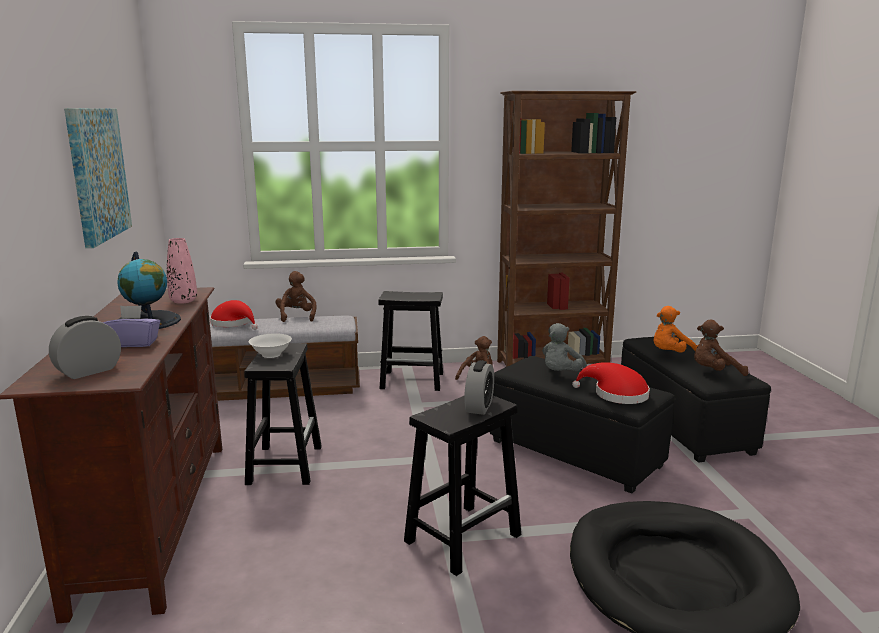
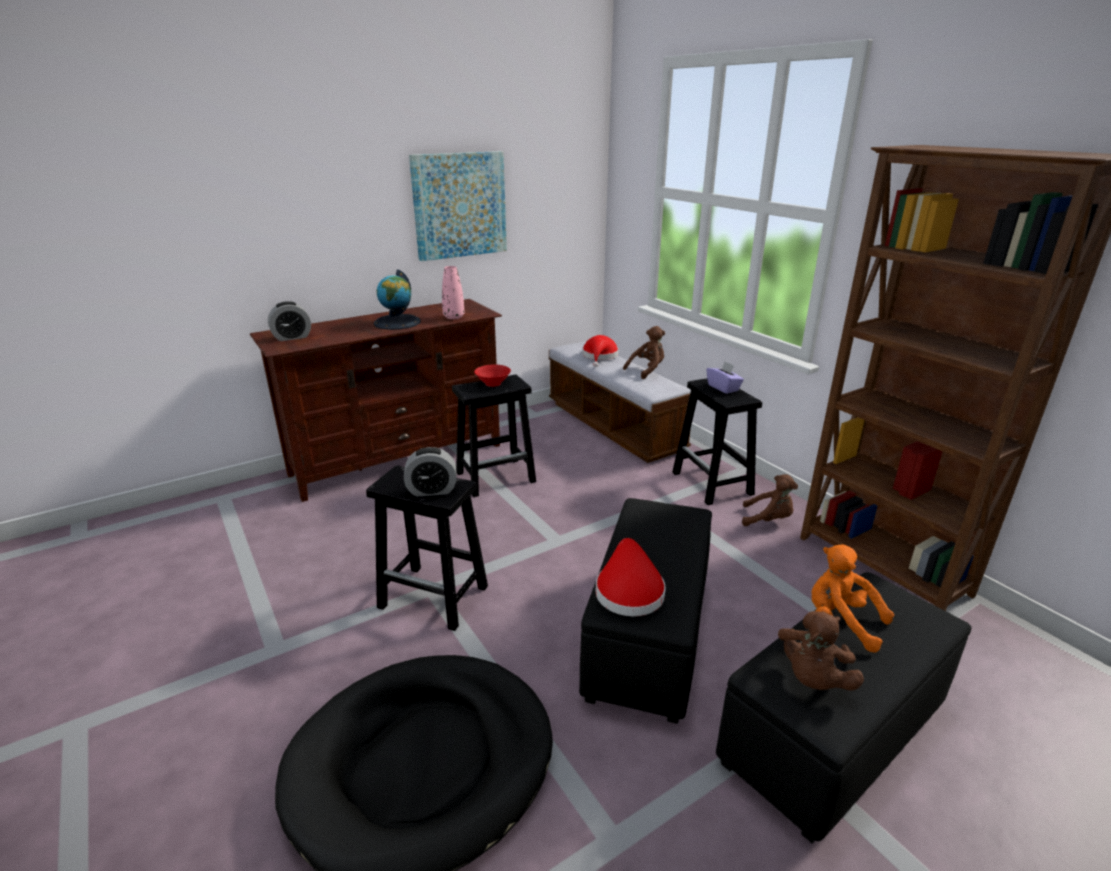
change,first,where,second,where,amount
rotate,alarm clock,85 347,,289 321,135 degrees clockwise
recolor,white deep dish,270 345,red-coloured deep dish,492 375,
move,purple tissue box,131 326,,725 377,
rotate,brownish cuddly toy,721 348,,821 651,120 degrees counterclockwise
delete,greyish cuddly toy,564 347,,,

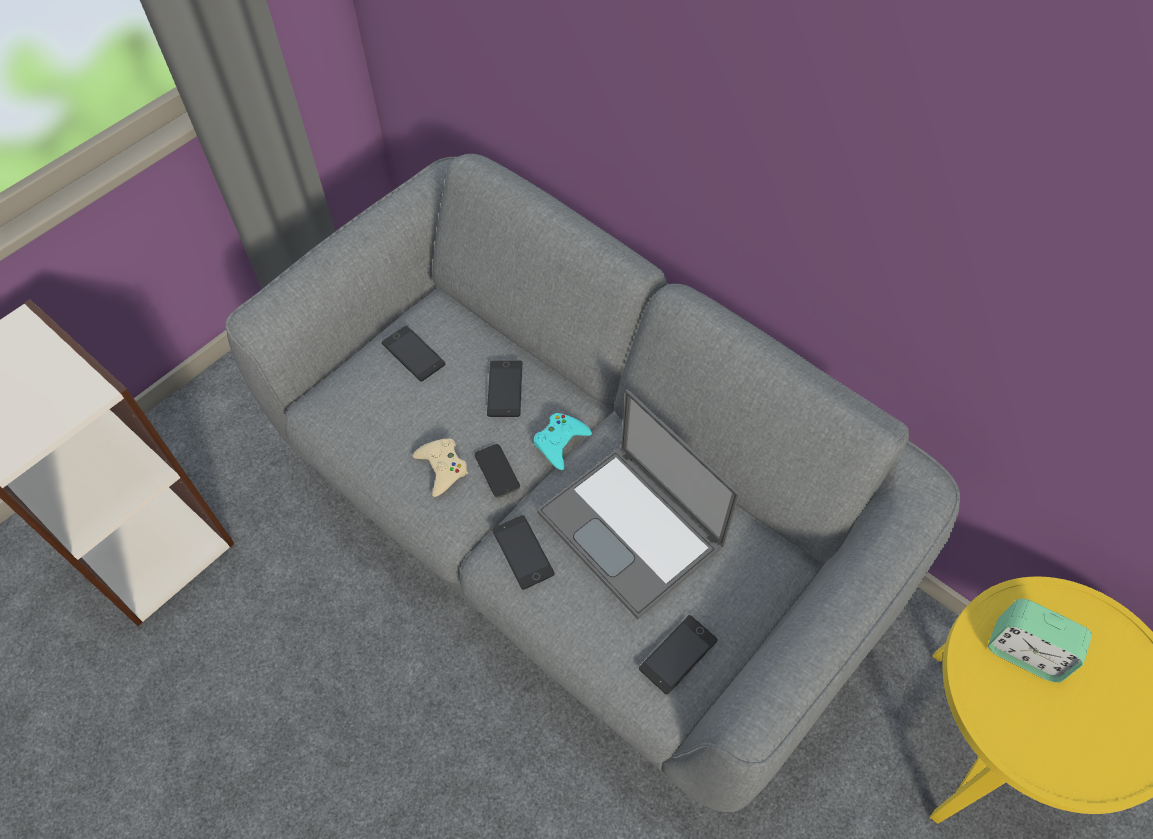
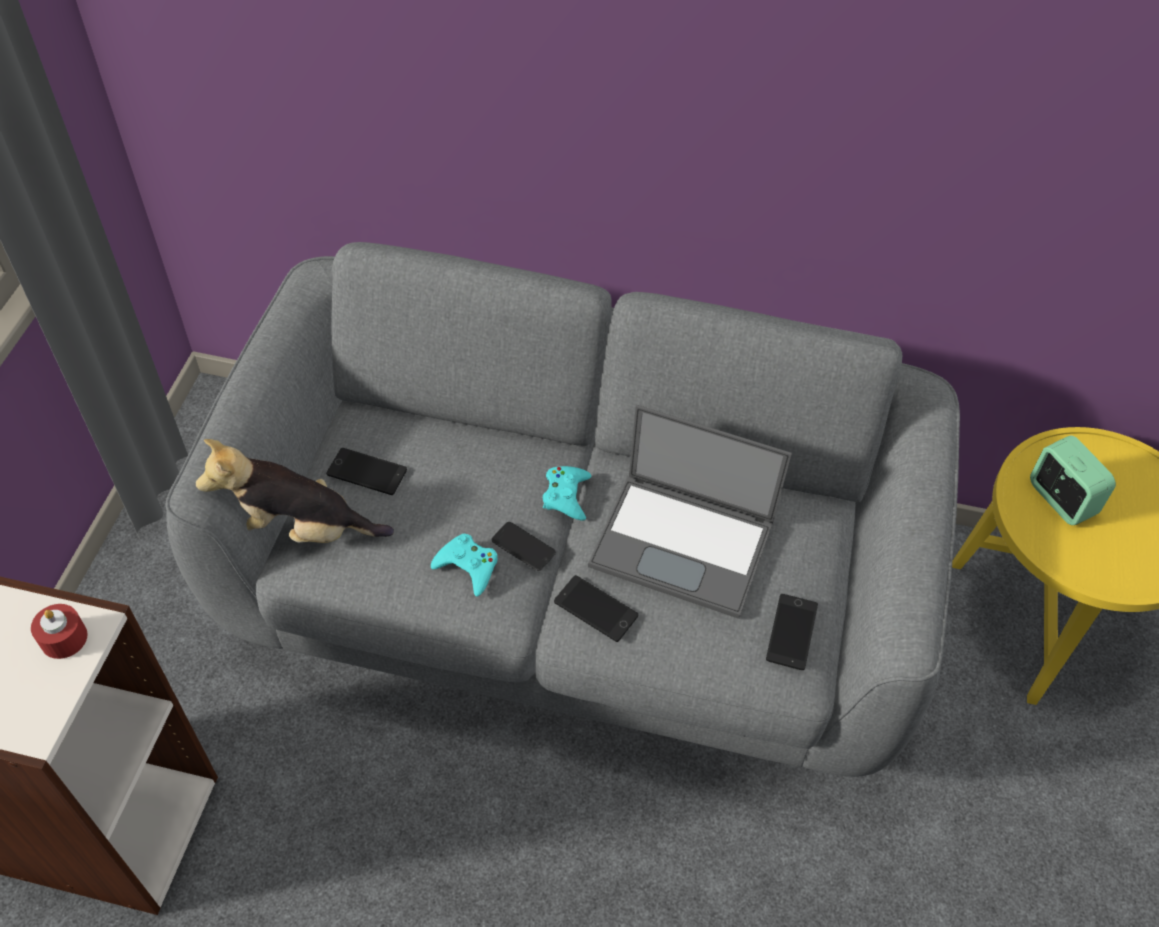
change,first,where,second,where,amount
insert,,,red-coloured wax light,59 631,
insert,,,cuddly toy,295 491,
recolor,beige gamepad,440 467,turquoise-coloured gamepad,464 565,
rotate,alarm clock,1040 641,,1073 480,120 degrees counterclockwise
delete,handset,504 388,,,

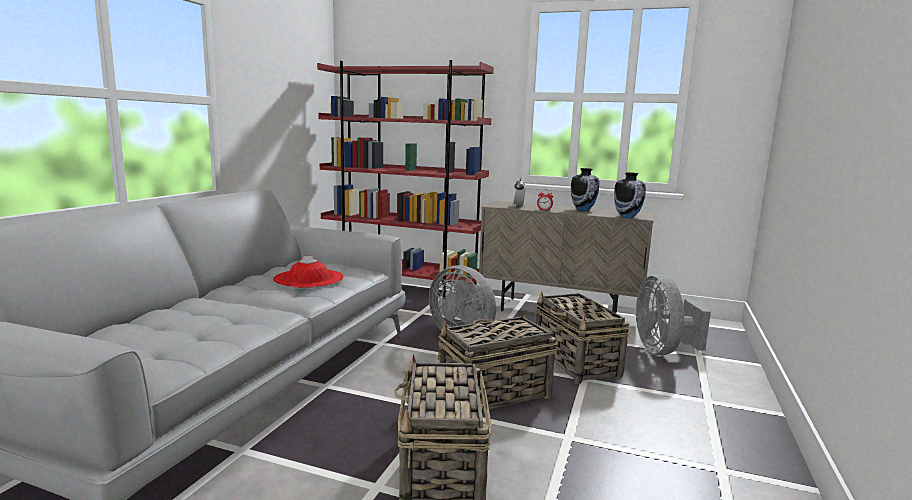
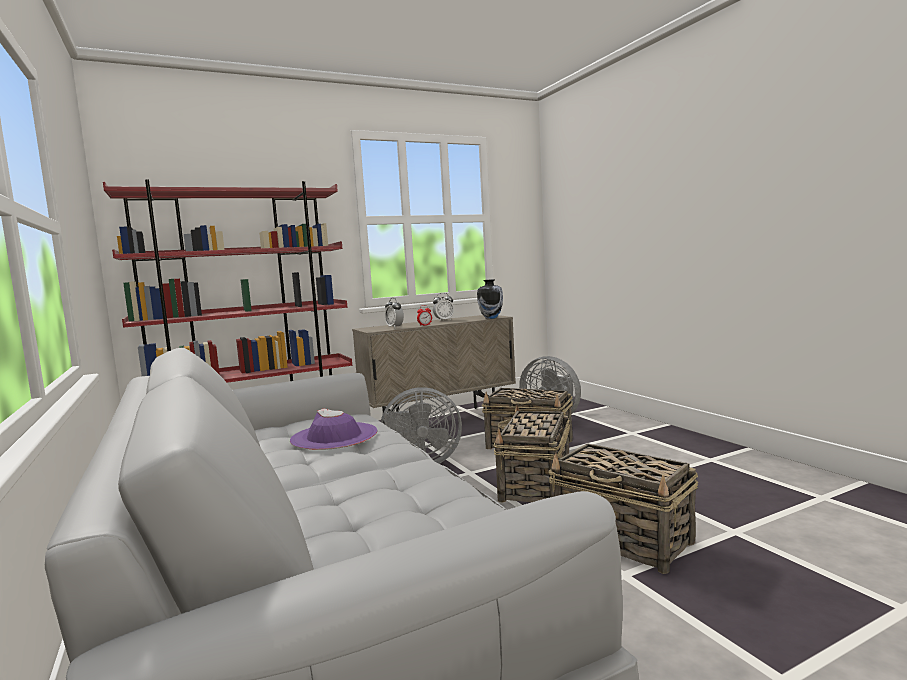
change,first,where,second,where,amount
recolor,red-coloured hat,308 272,purple hat,334 429,
replace,vase,585 189,alarm clock,443 306,

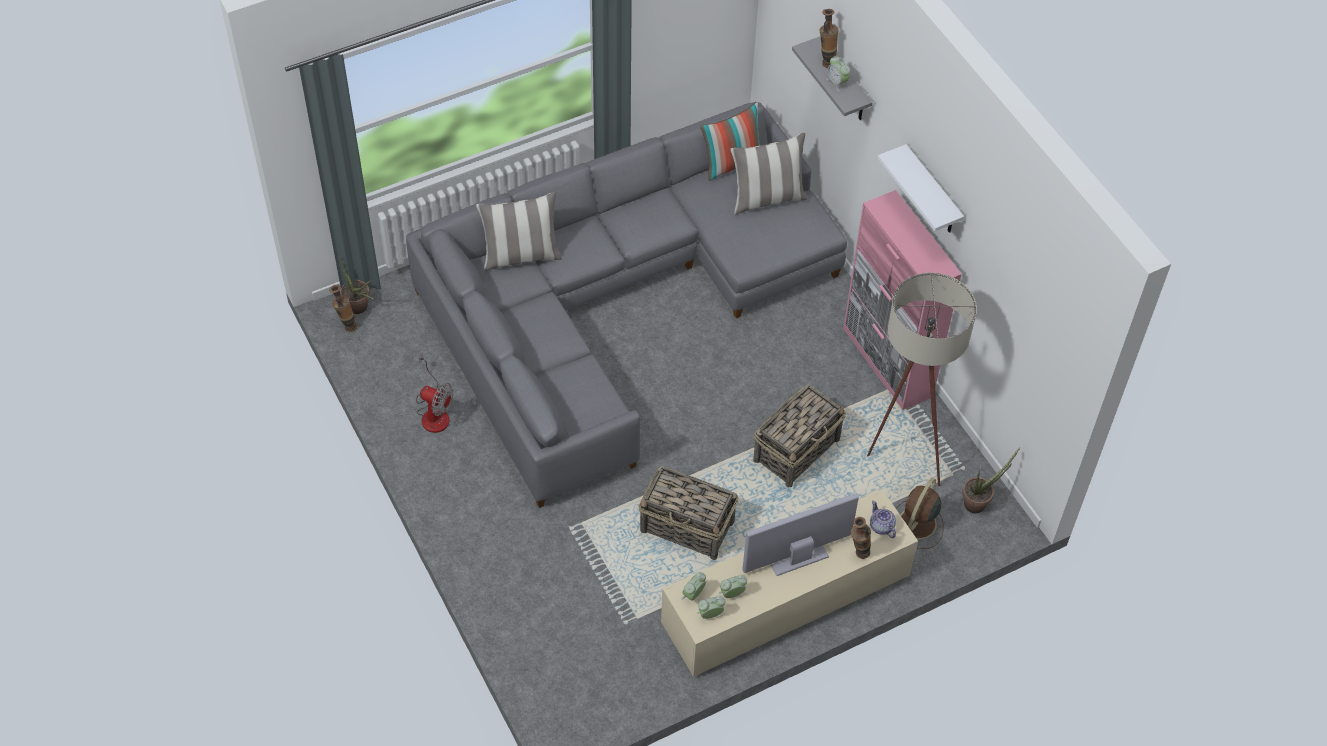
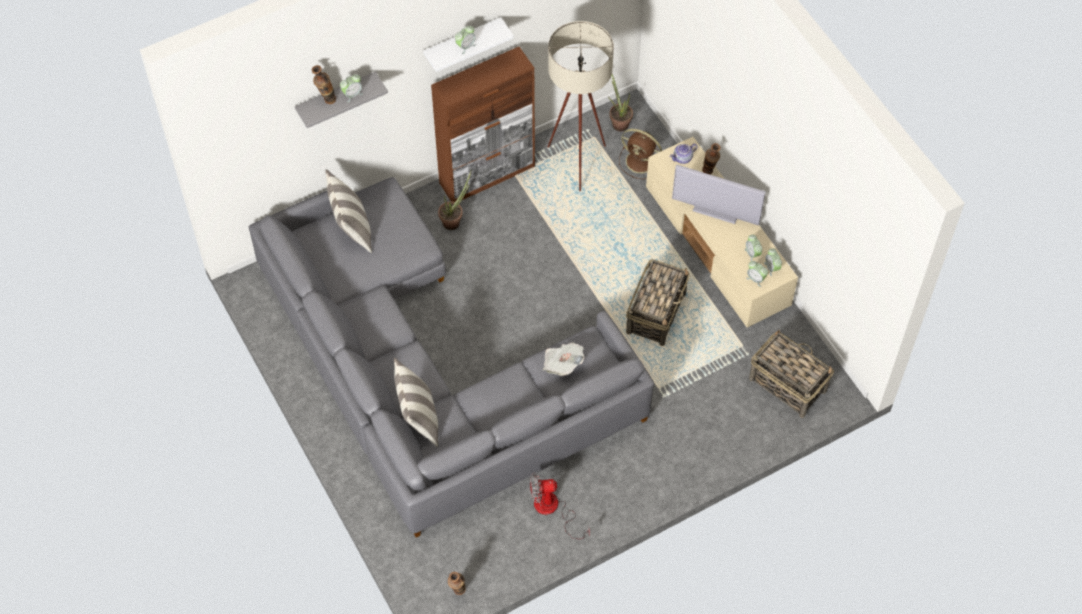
change,first,where,second,where,amount
recolor,pink cupboard,902 300,brownish cupboard,483 124,
move,houseplant,356 286,,454 200,
insert,,,alarm clock,465 40,
rotate,cooling fan,434 392,,560 505,120 degrees counterclockwise
insert,,,printed paper,563 359,
rotate,television,800 534,,719 195,45 degrees counterclockwise
move,storage basket,799 436,,791 374,
delete,pillow,730 141,,,

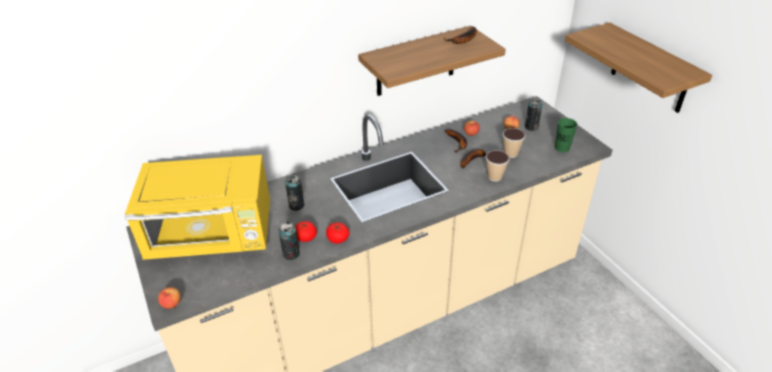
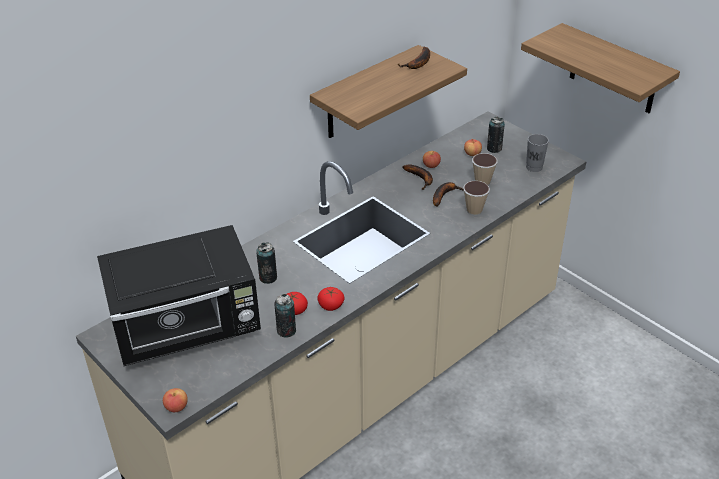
change,first,where,second,where,amount
recolor,yellow kitchen microwave,197 207,blackish kitchen microwave,179 295,
recolor,green cup,566 135,greyish cup,537 153,

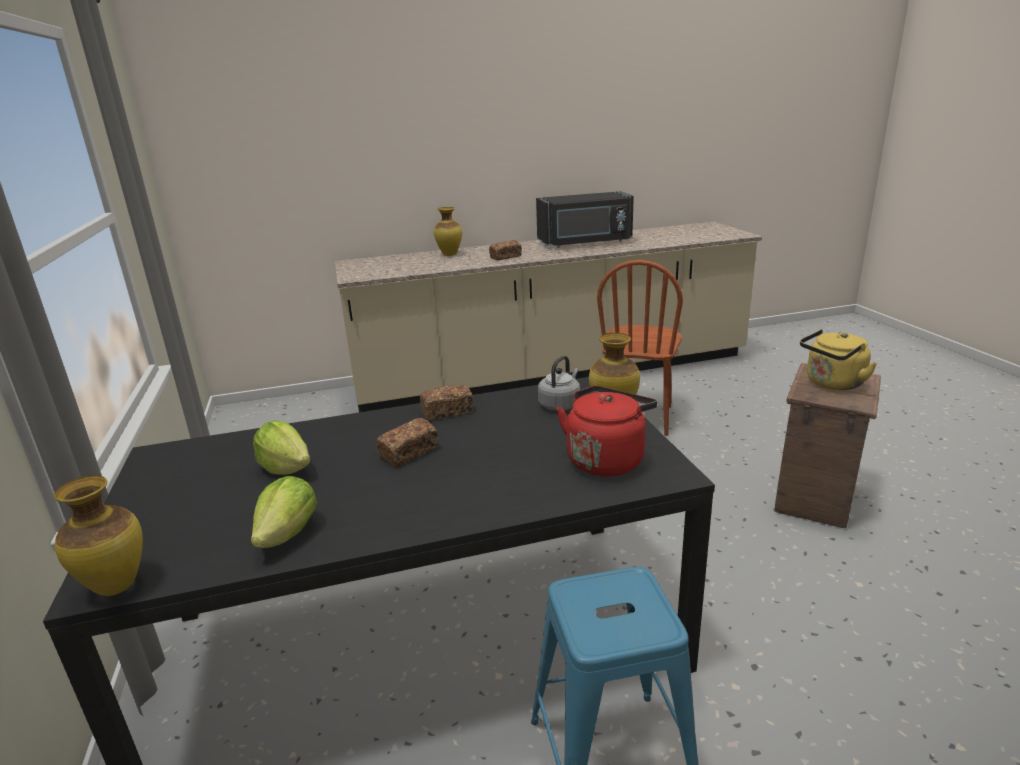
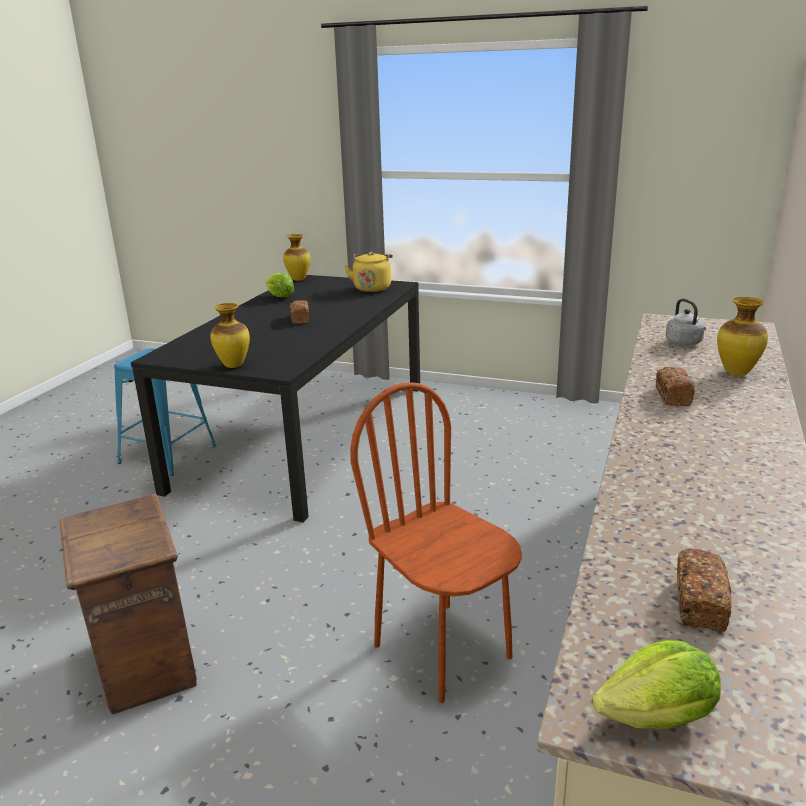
change,first,where,second,where,amount
move,yellow tea kettle,838 359,,368 272,
move,head of lettuce,281 447,,657 684,
move,greyish tea kettle,559 383,,685 322,
move,baked bread,446 402,,704 590,
delete,blackish kitchen microwave,585 219,,,
delete,red-coloured tea kettle,606 431,,,

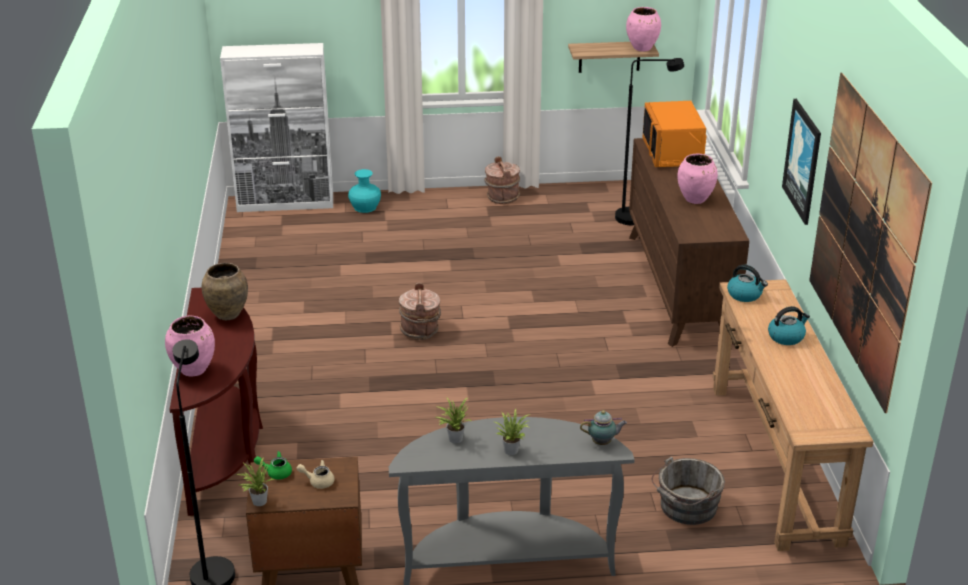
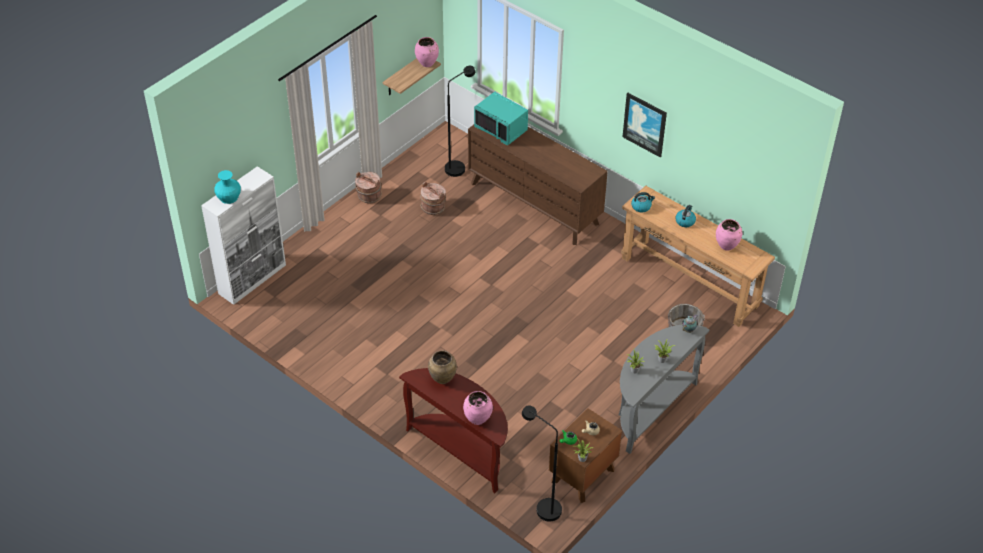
change,first,where,second,where,amount
move,turquoise-coloured vase,364 191,,227 187,
move,brownish bucket,420 311,,433 198,
recolor,orangey kitchen microwave,674 134,turquoise-coloured kitchen microwave,501 118,
move,pink vase,697 179,,729 235,
delete,wall picture,870 243,,,

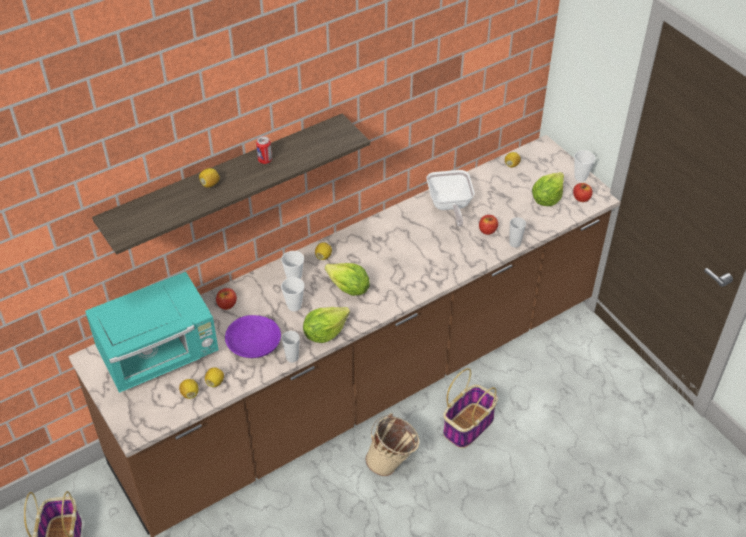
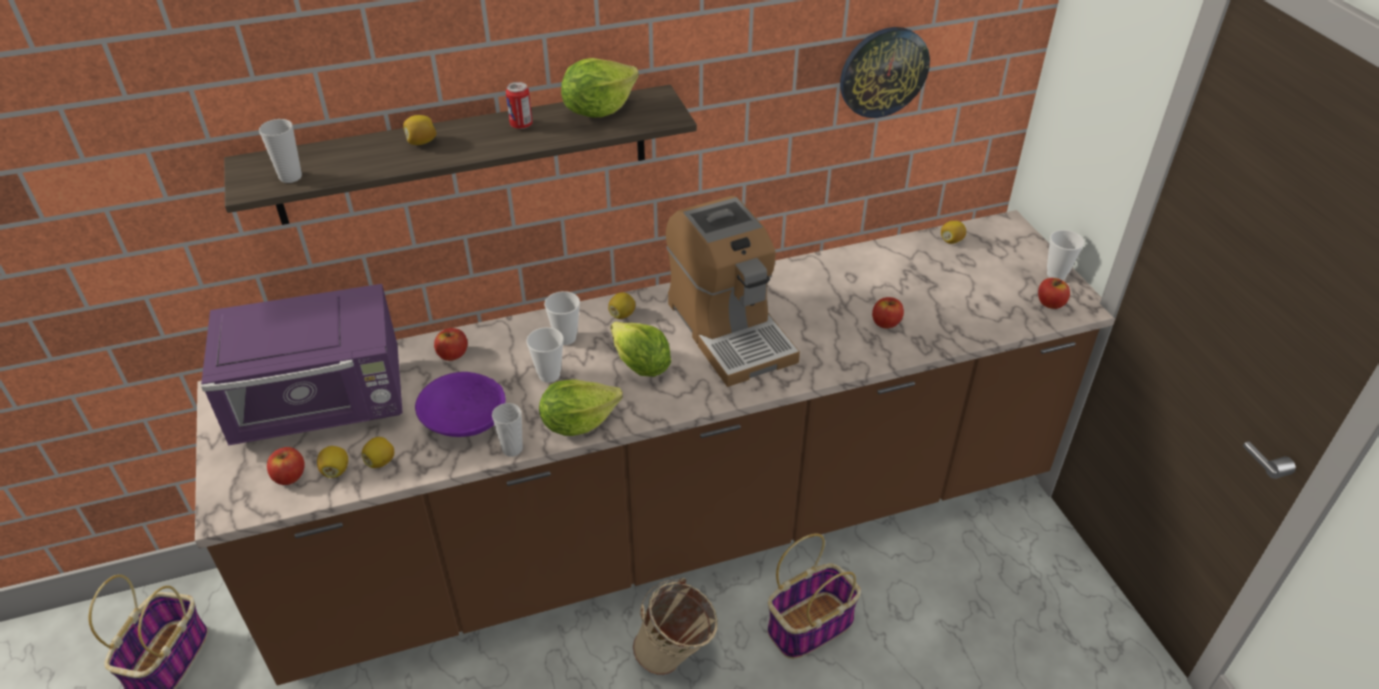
change,first,where,second,where,amount
recolor,turquoise-coloured kitchen microwave,152 332,purple kitchen microwave,302 365,
move,cup,517 232,,280 151,
insert,,,apple,286 466,
move,head of lettuce,548 189,,600 87,
insert,,,coffee machine,733 291,
insert,,,hanging clock,885 72,
delete,skillet,450 198,,,

